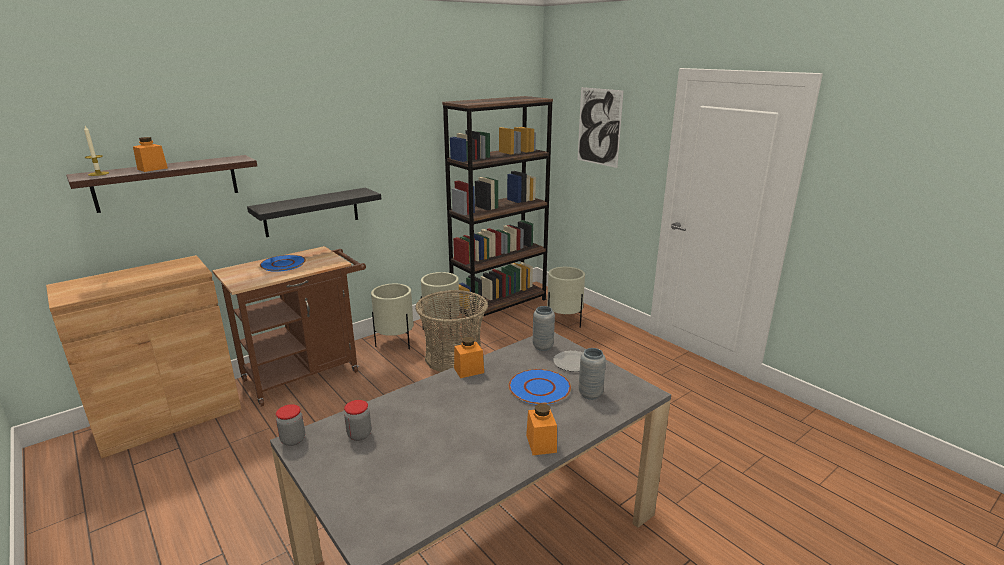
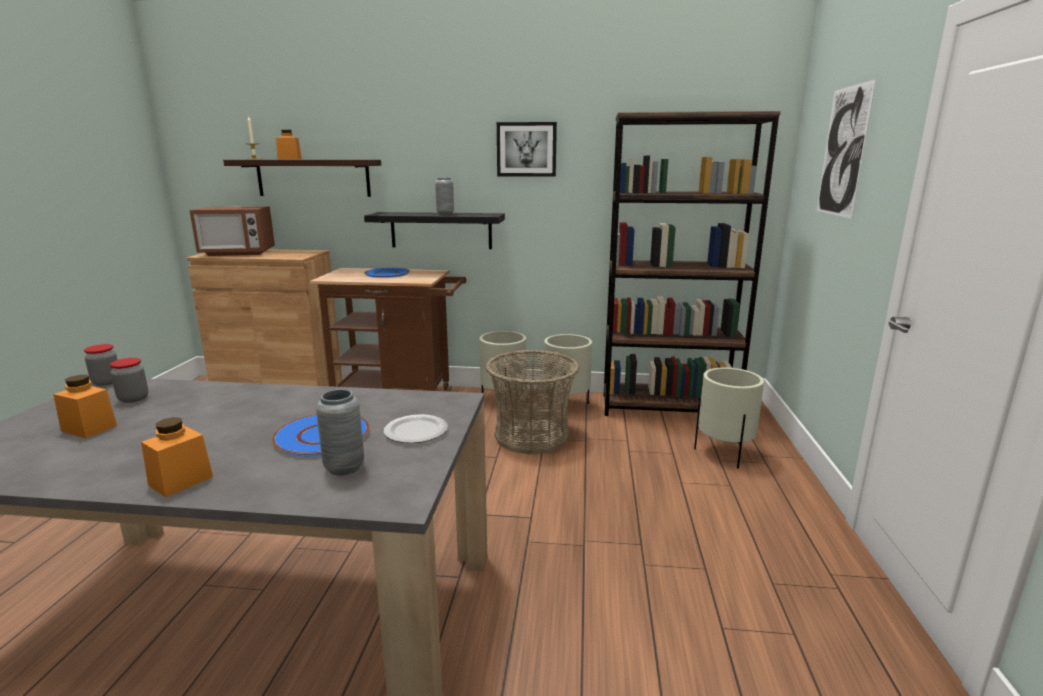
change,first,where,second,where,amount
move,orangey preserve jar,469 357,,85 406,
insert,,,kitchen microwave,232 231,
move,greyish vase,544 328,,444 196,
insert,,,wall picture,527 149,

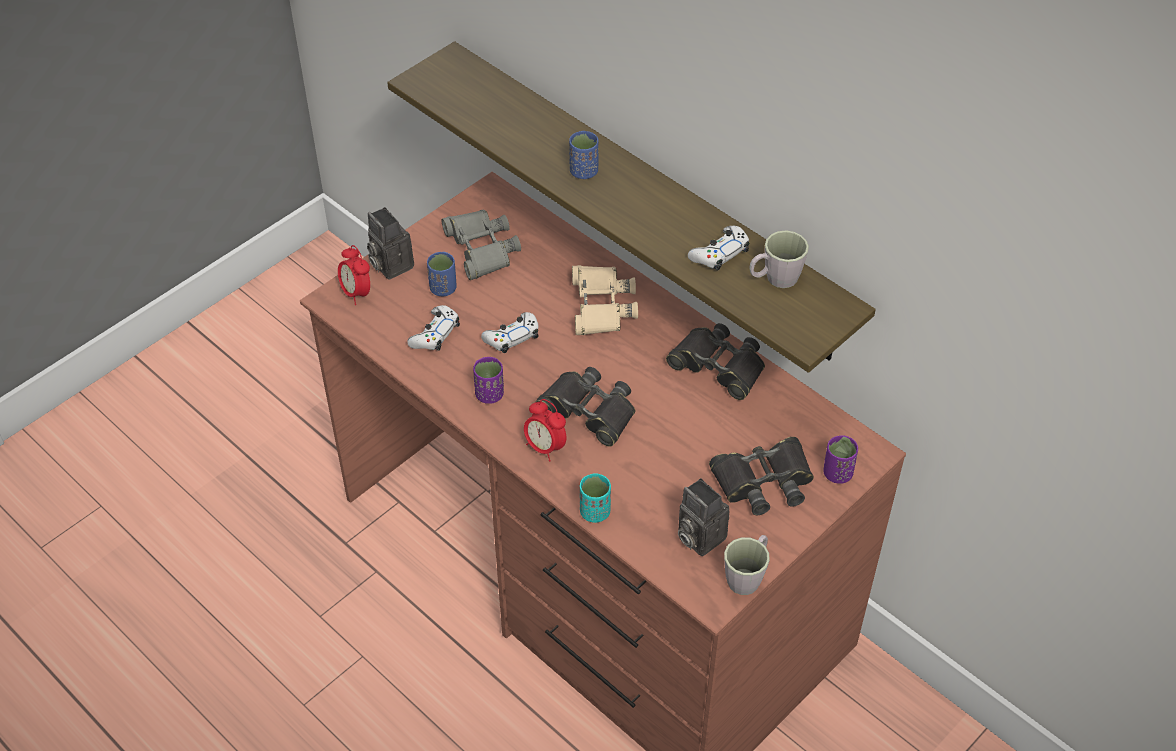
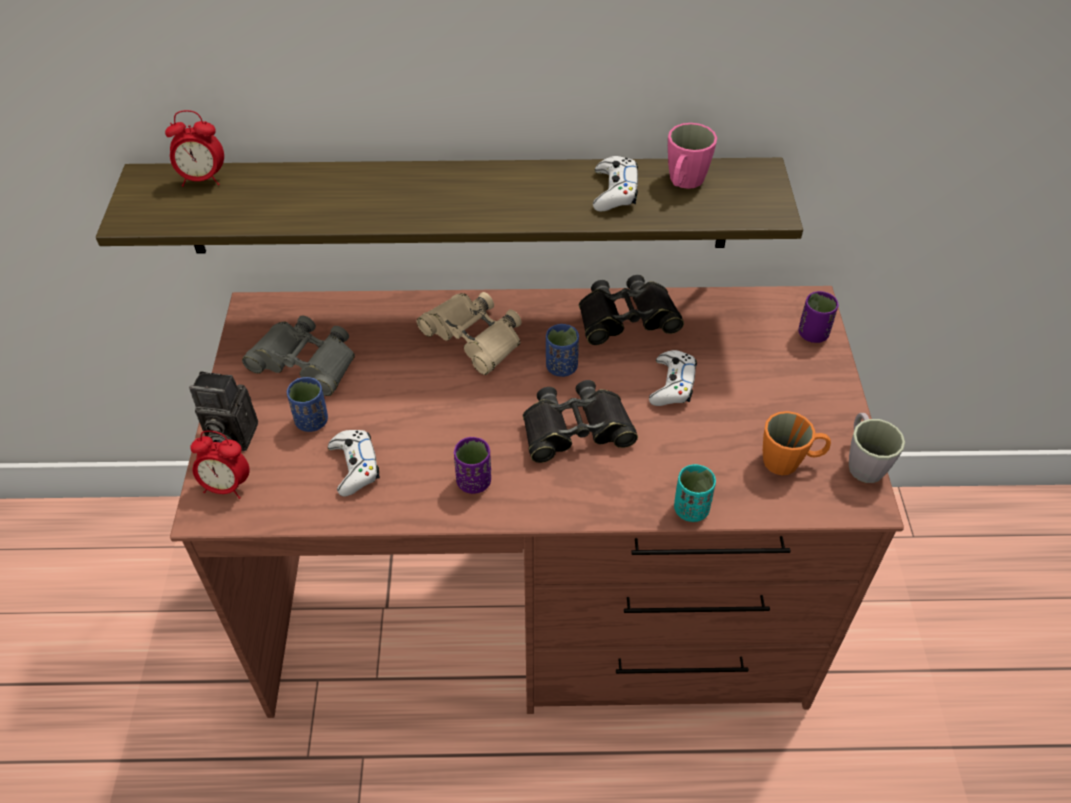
change,first,where,second,where,amount
move,alarm clock,545 430,,194 148,
move,blue-coloured cup,584 155,,562 350,
move,white gamepad,509 332,,673 378,
recolor,greyish mug,779 259,pink mug,692 156,
replace,photo camera,703 517,orangey mug,797 443,
delete,blackish field glasses,761 476,,,

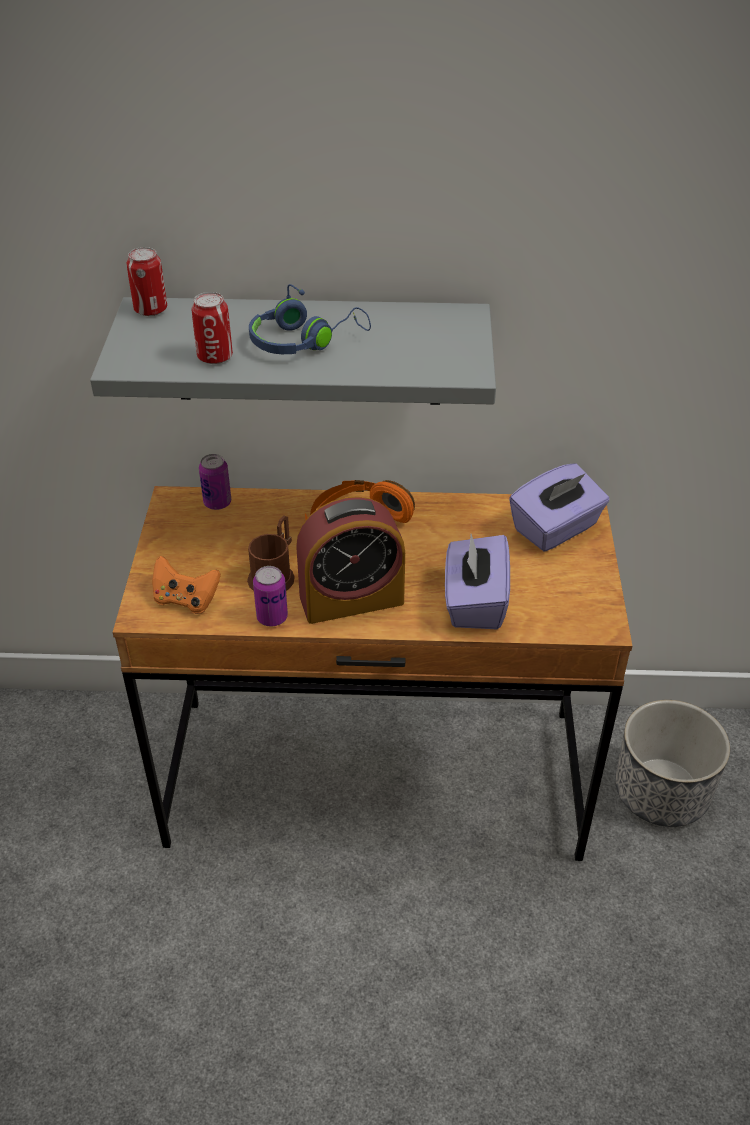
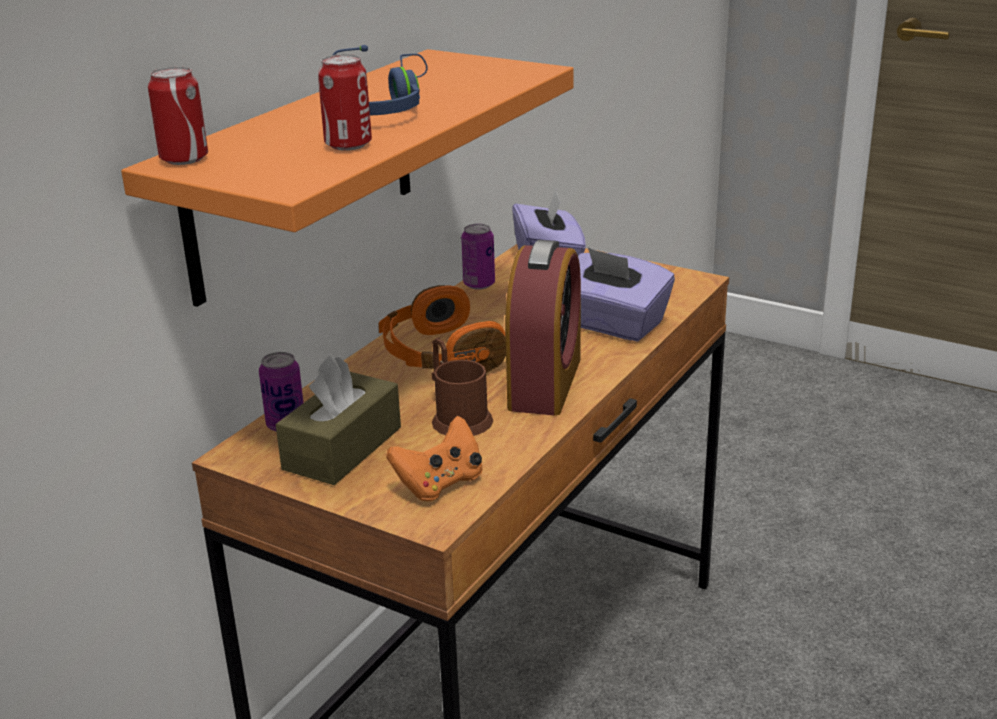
change,first,where,second,where,amount
recolor,greyish wall shelf,293 351,orangey wall shelf,347 178,
insert,,,brownish tissue box,338 420,
move,can,270 596,,478 257,
delete,flower pot,672 763,,,

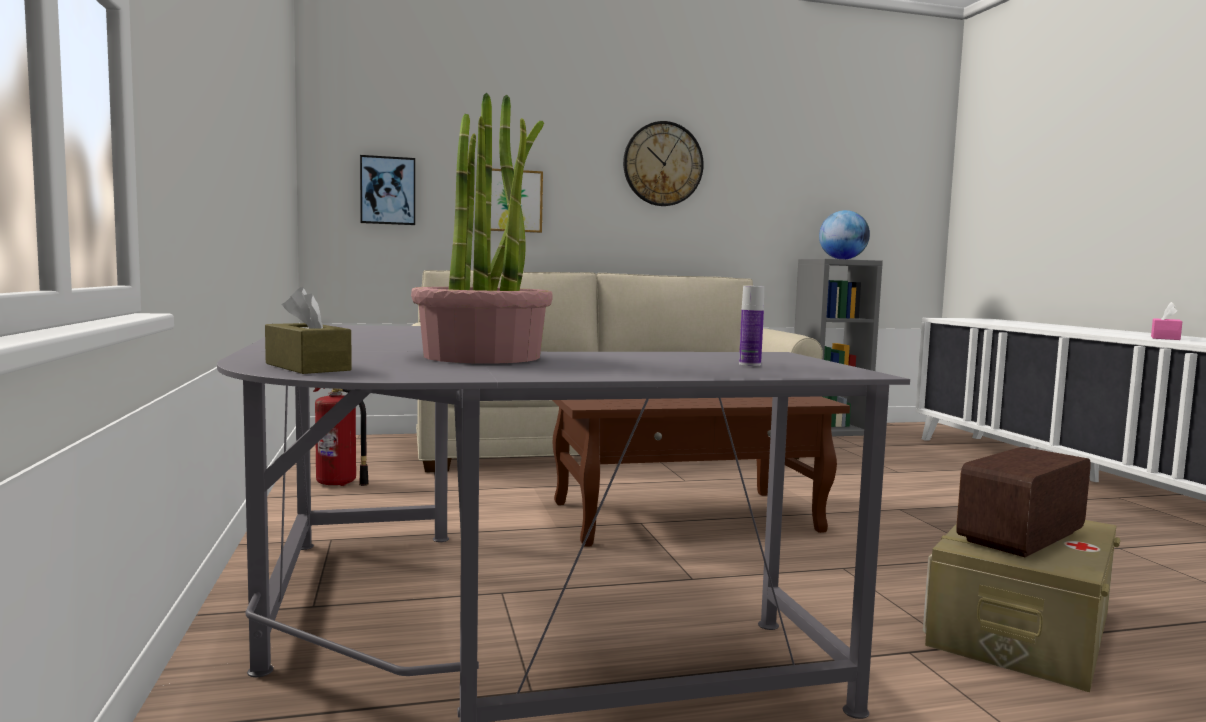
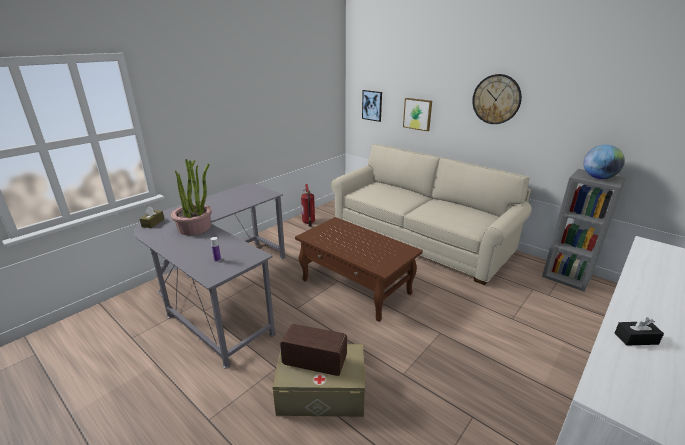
change,first,where,second,where,amount
recolor,pink tissue box,1166 321,blackish tissue box,639 331,

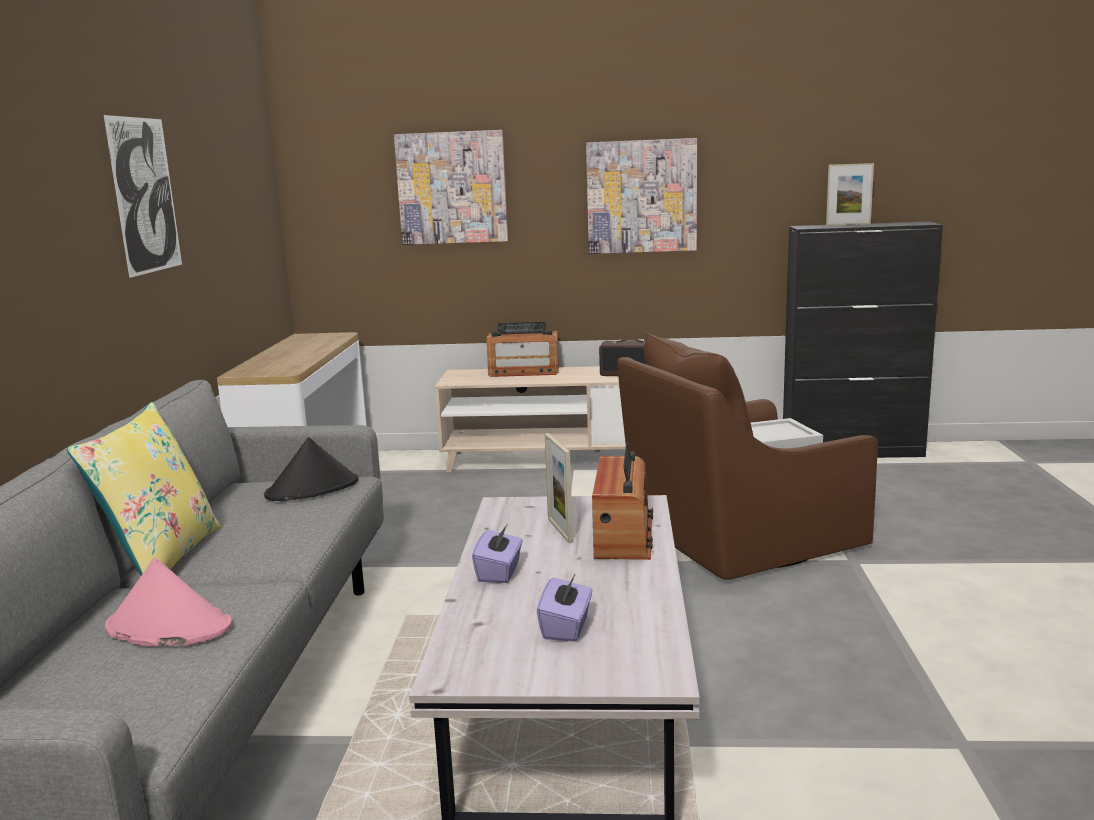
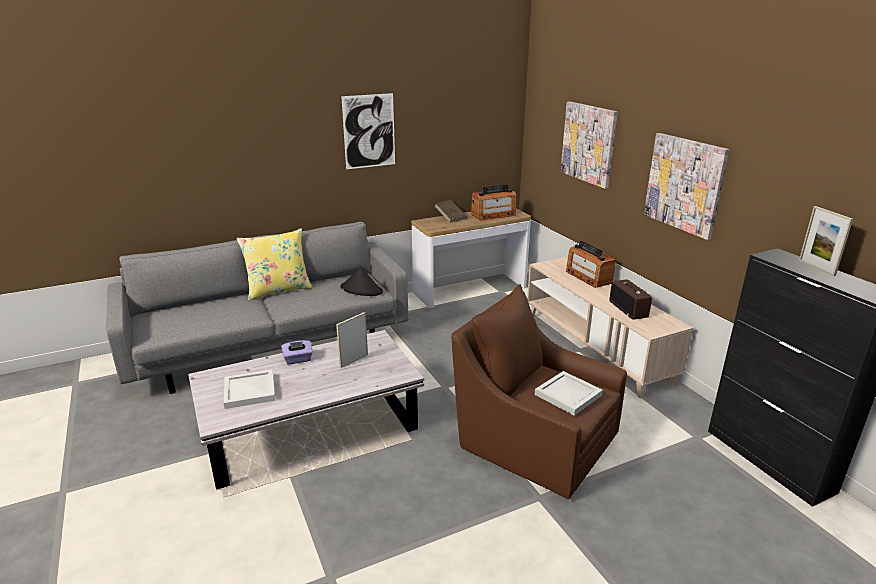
change,first,where,second,where,amount
replace,purple tissue box,564 607,white tray,250 389,
insert,,,brownish volume,450 211,
move,radio receiver,622 501,,493 202,
delete,pink hat,168 602,,,

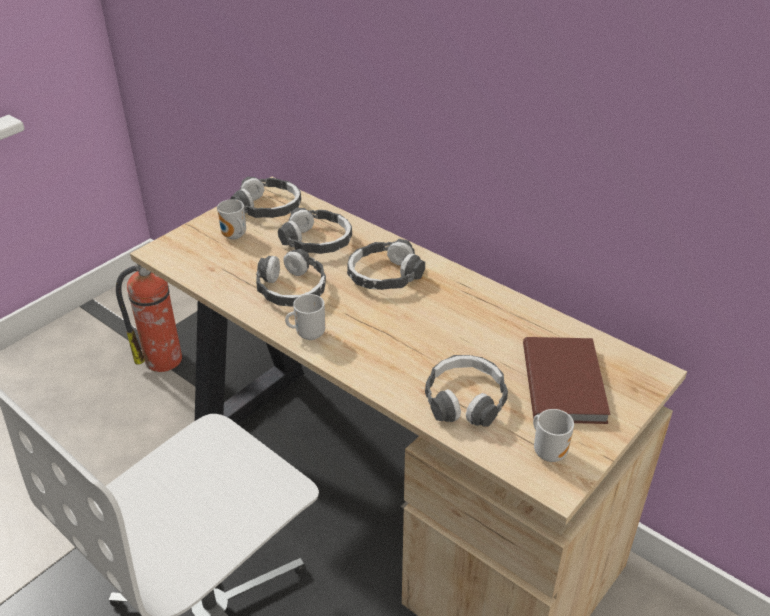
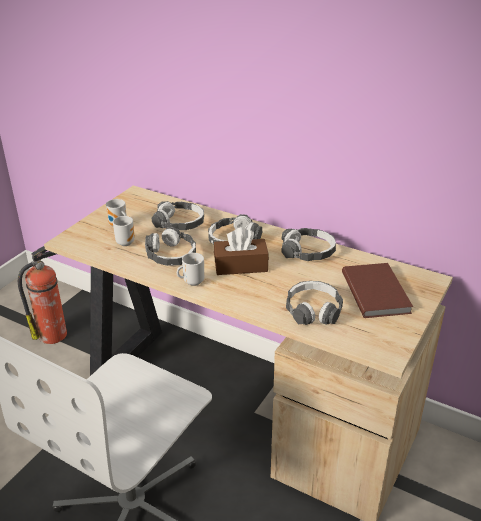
change,first,where,second,where,amount
move,mug,553 435,,124 231,
insert,,,brownish tissue box,241 251,
move,pair of headphones,266 197,,308 244,

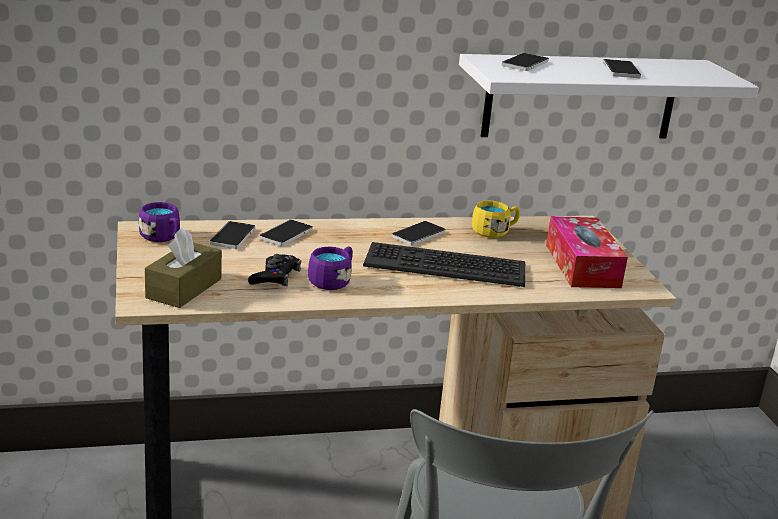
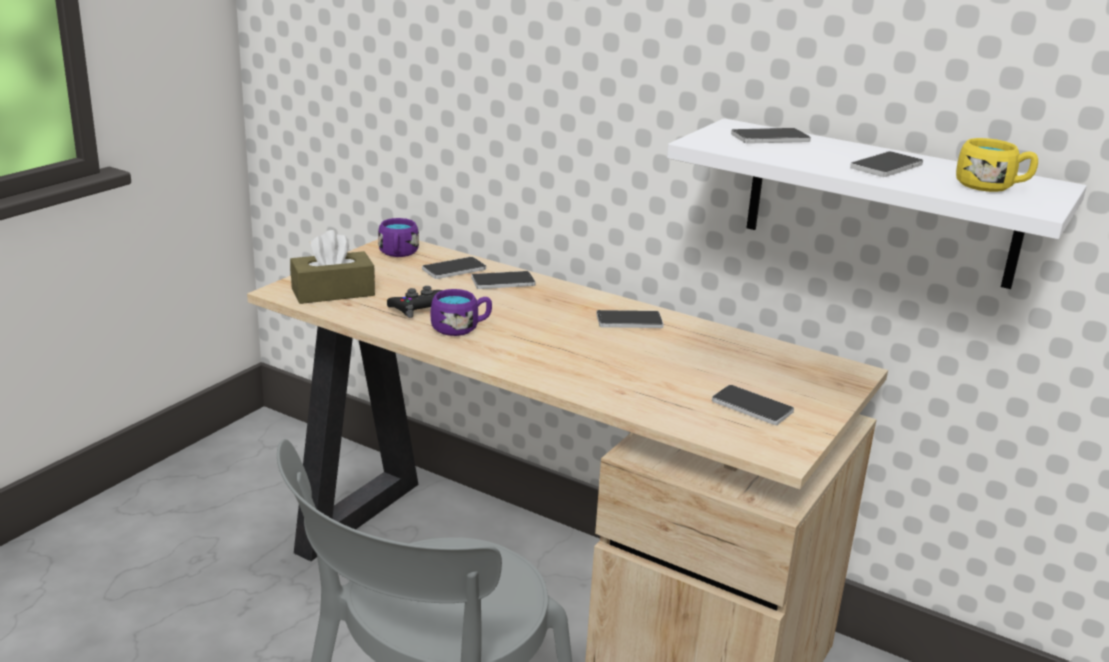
change,first,where,second,where,amount
replace,tissue box,587 252,handset,753 405,
move,yellow mug,496 219,,997 165,
delete,keyboard,444 264,,,

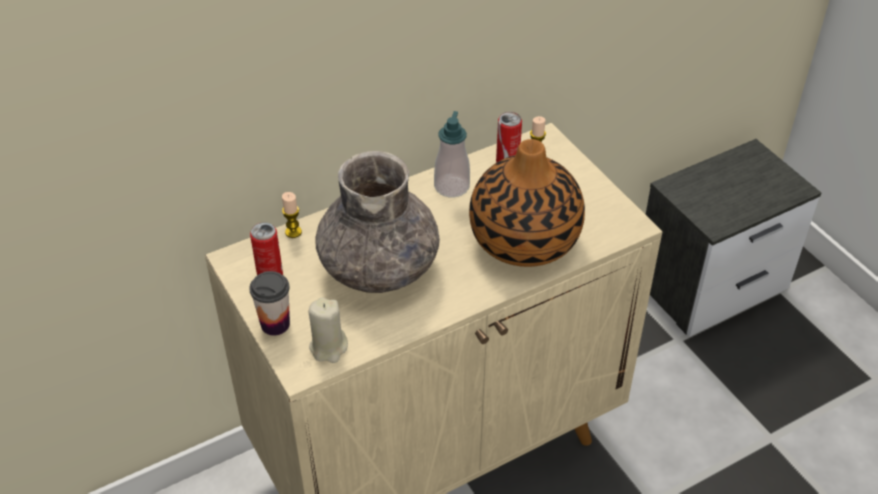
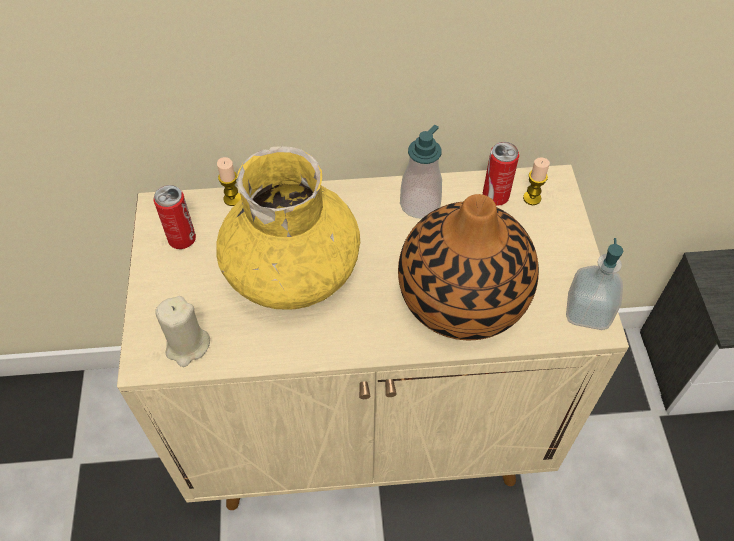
change,first,where,second,where,amount
recolor,greyish vase,378 222,yellow vase,288 228,
insert,,,soap bottle,594 284,
delete,cup,269 303,,,

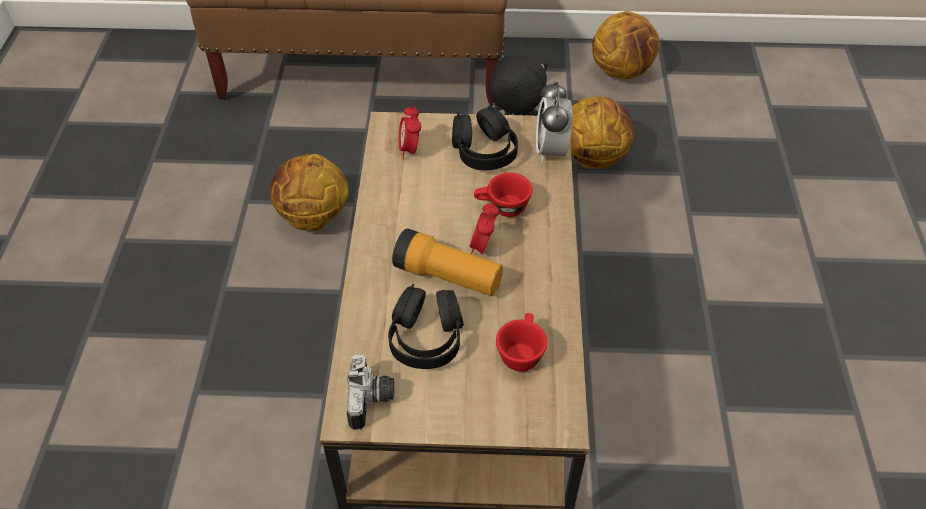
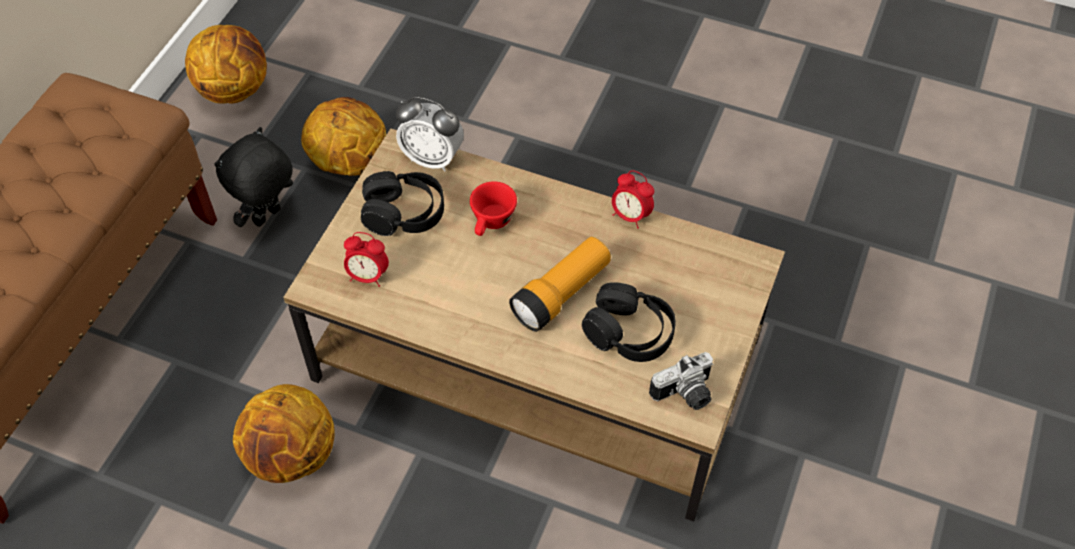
change,first,where,second,where,amount
move,alarm clock,484 229,,633 199,
rotate,photo camera,370 392,,681 381,135 degrees clockwise
delete,red-coloured cup,522 342,,,

